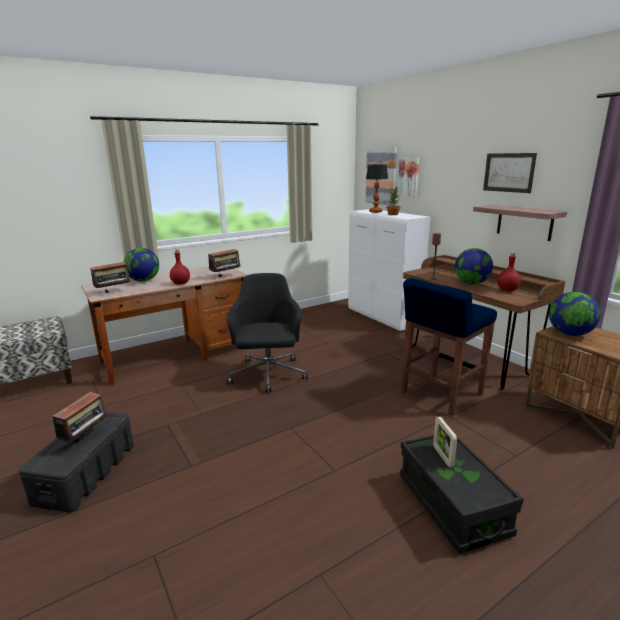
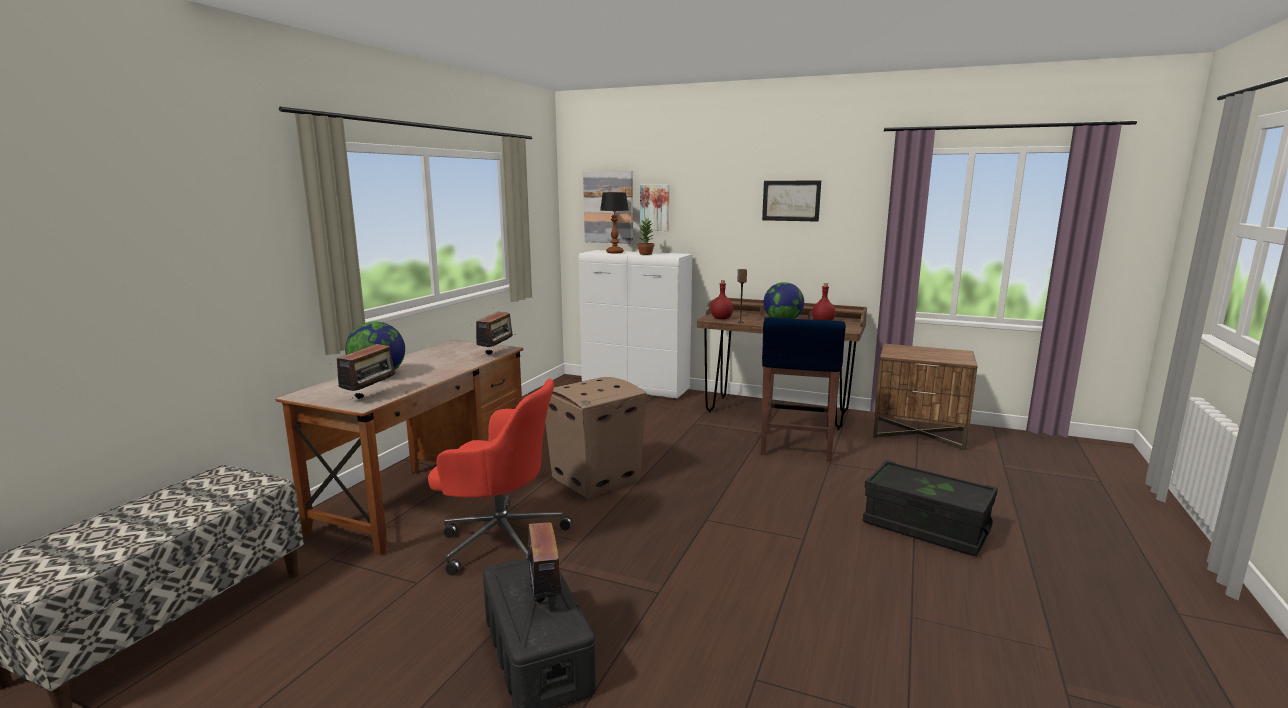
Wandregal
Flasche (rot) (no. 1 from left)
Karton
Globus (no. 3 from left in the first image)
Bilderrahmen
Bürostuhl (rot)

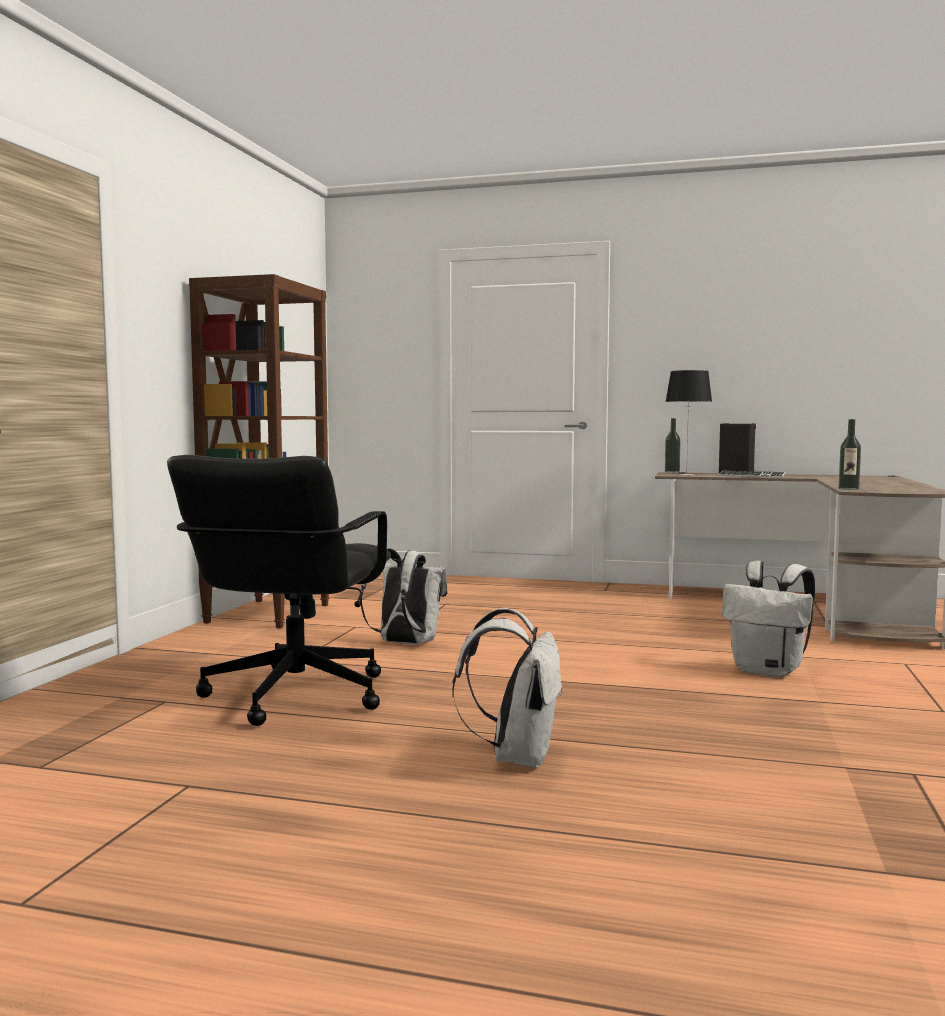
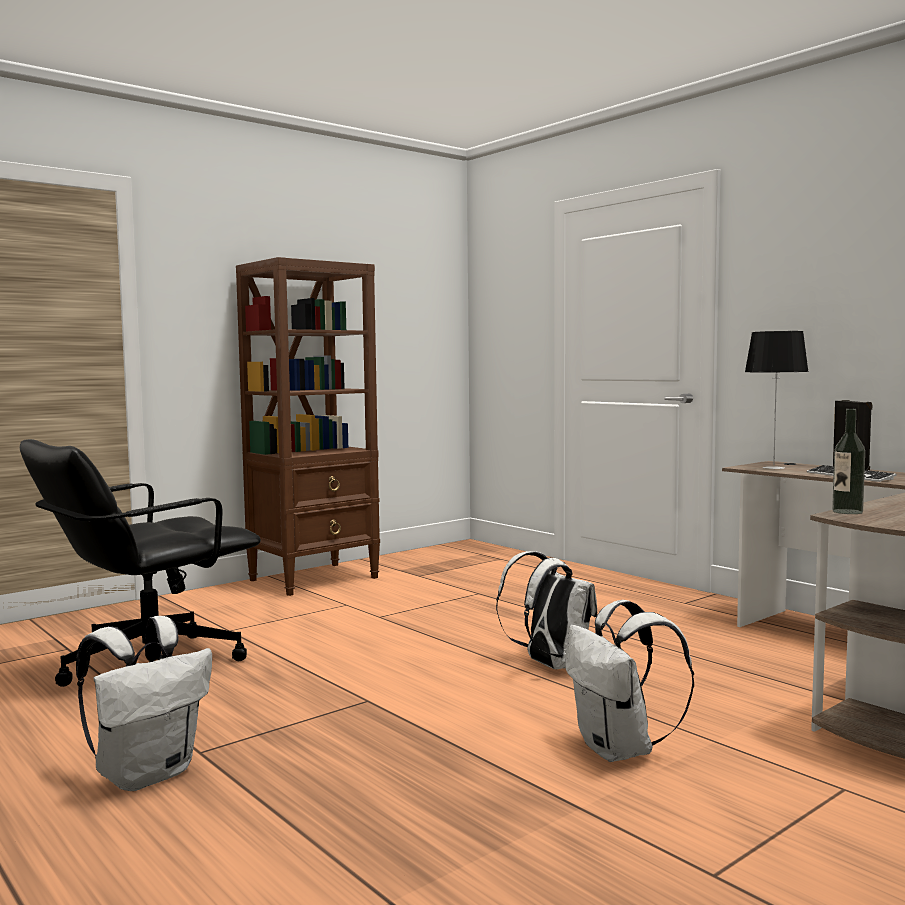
Flasche (no. 1 from left in the first image)
Rucksack (weiß) (no. 2 from left)

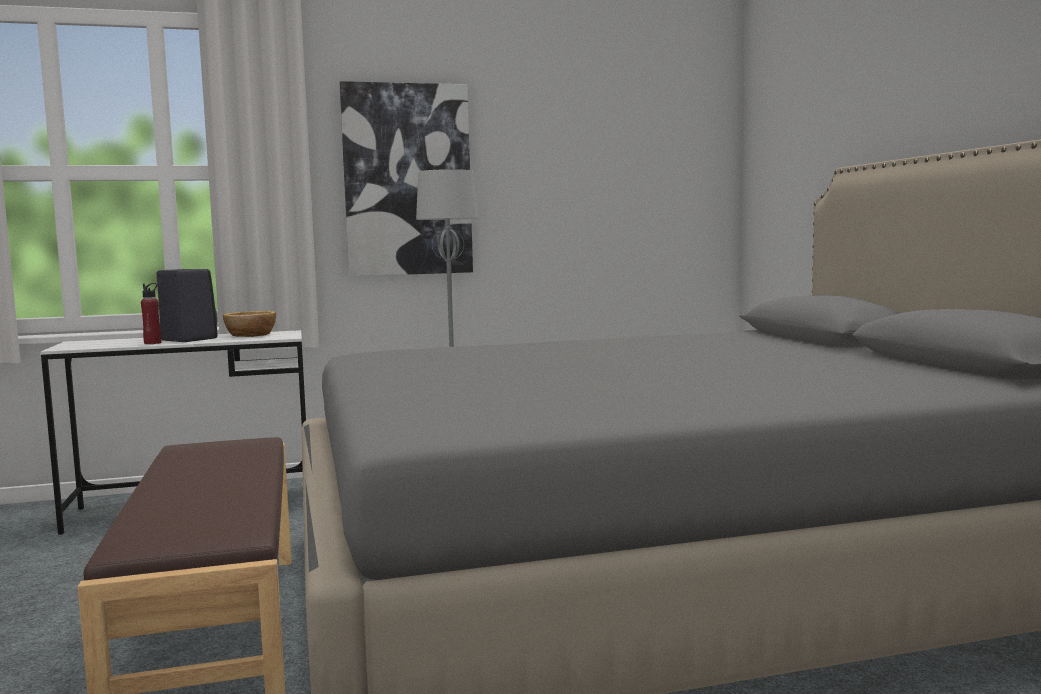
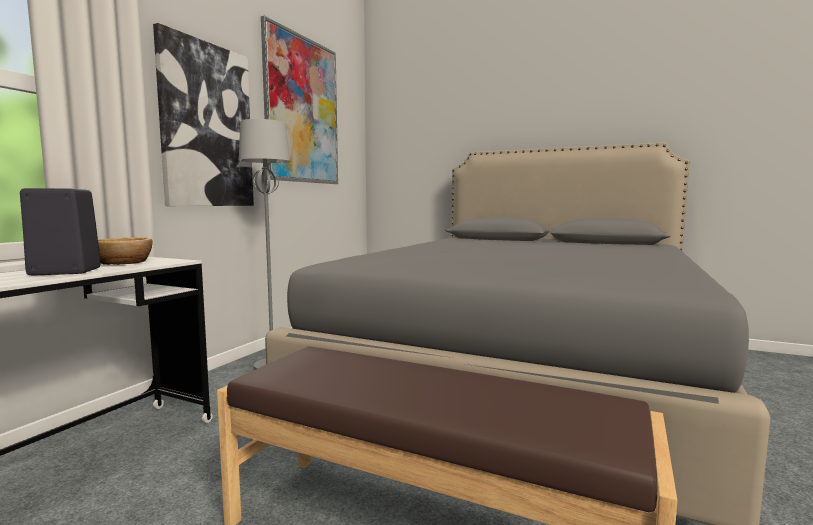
Flasche (rot)
Bild (no. 2 from left)

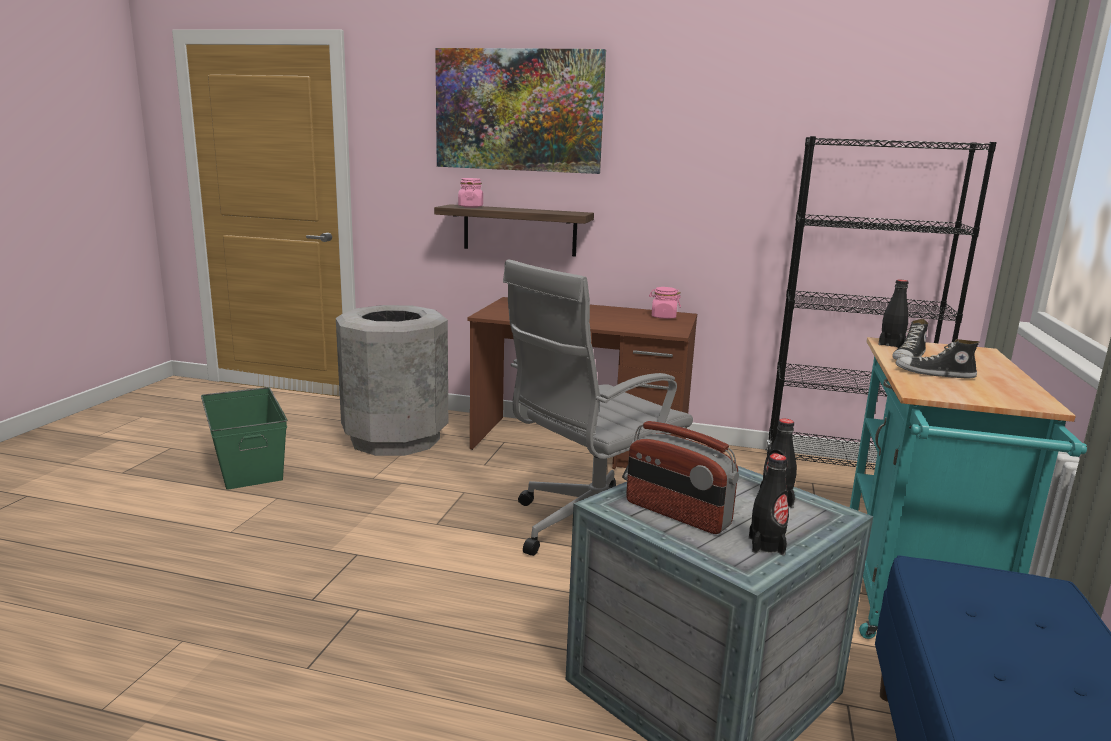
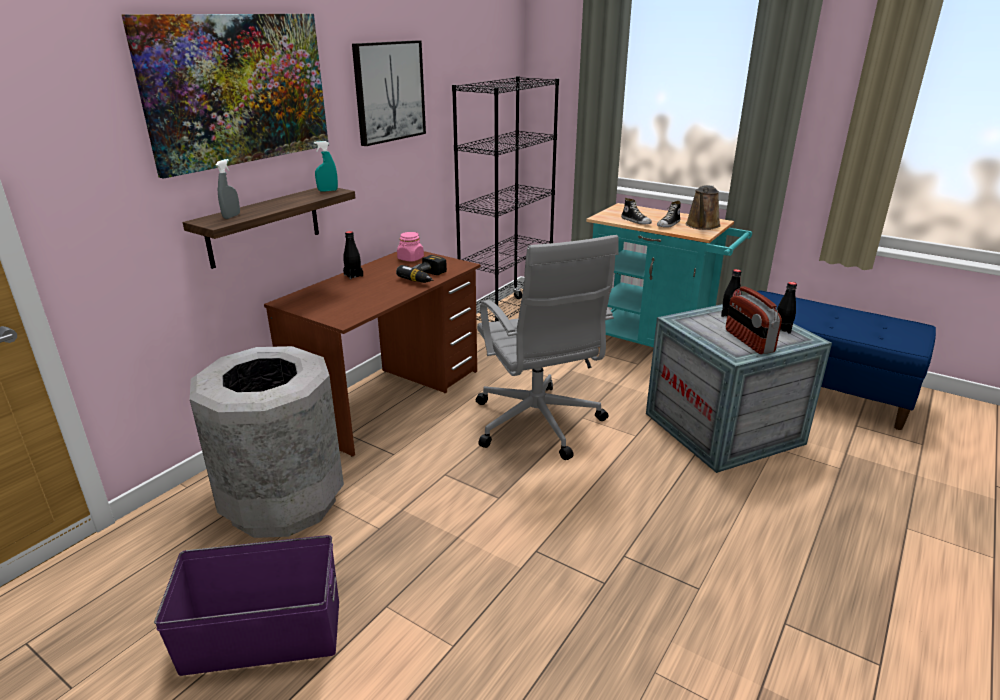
Sprühflasche (grau)
Flasche (schwarz) (no. 1 from left)
Aufbewahrungsbox (lila)
Radio
Bild (no. 2 from left)
Sprühflasche (türkis)
Gießkanne (braun)
Bohrmaschine

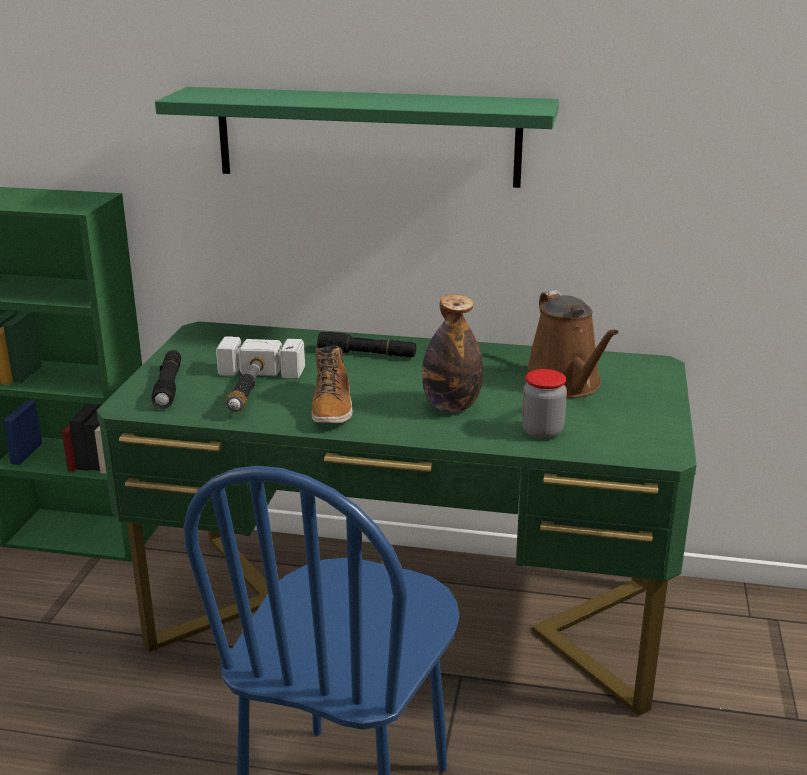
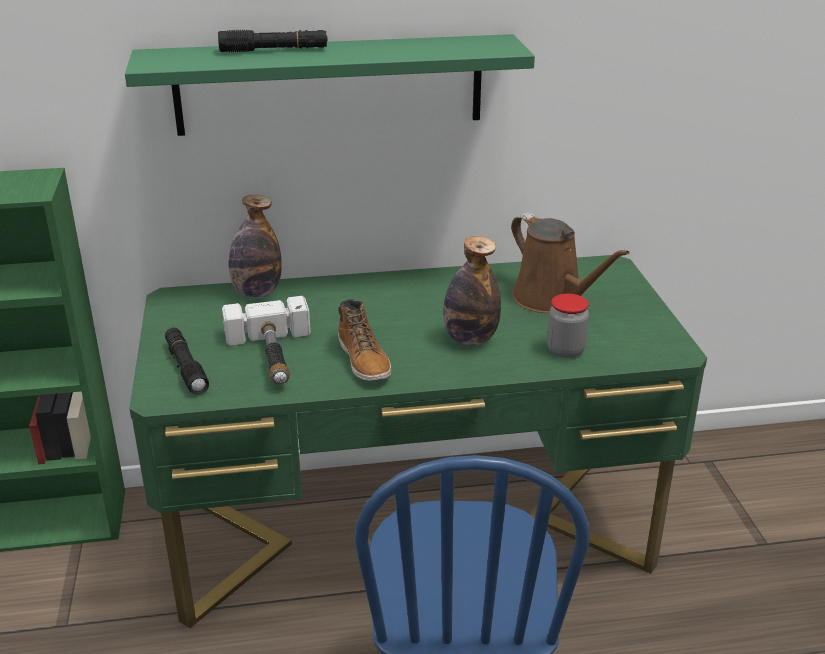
Taschenlampe (schwarz) (no. 2 from left)
Flasche (no. 1 from left)

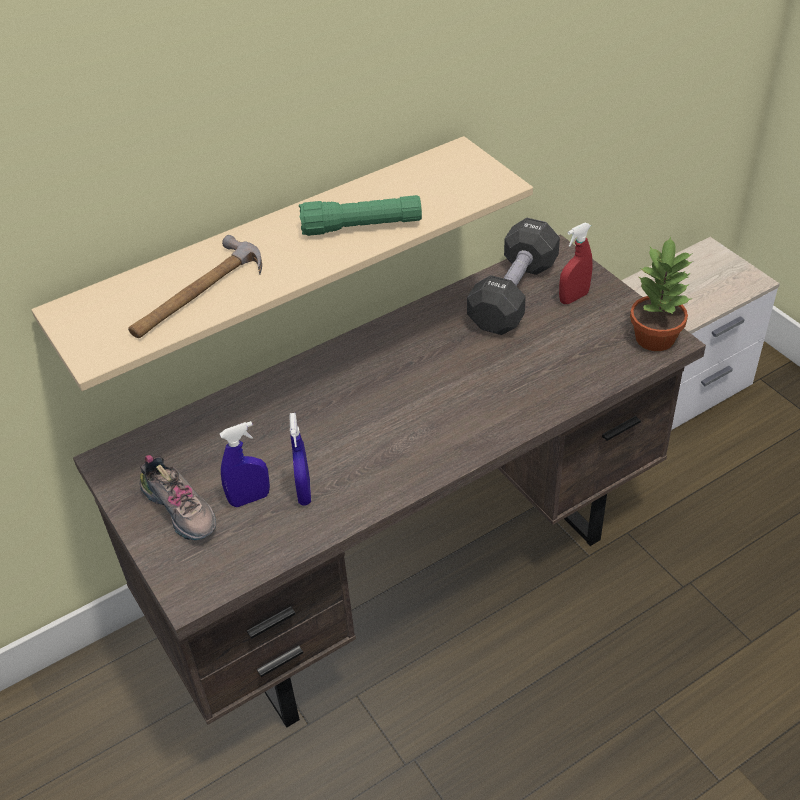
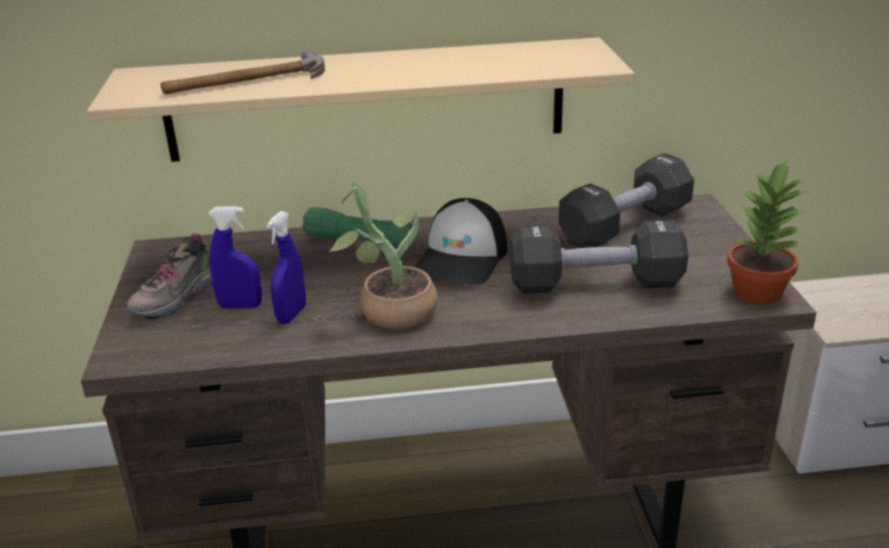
Taschenlampe (grün)
Sprühflasche (rot)
Schuh
Topfpflanze (no. 1 from left)
Kappe
Hantel (schwarz) (no. 1 from left)

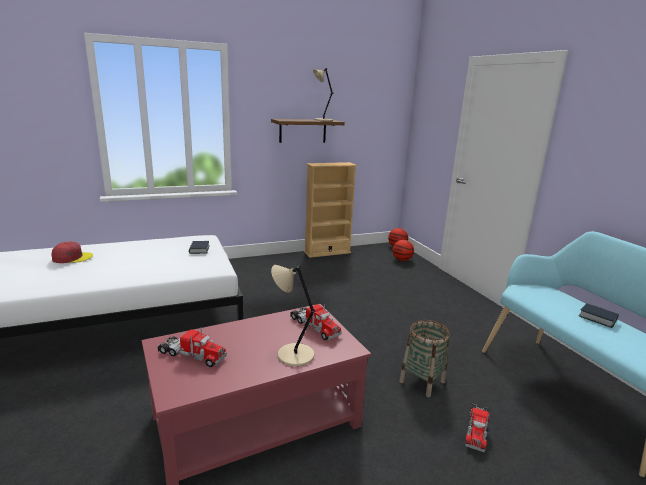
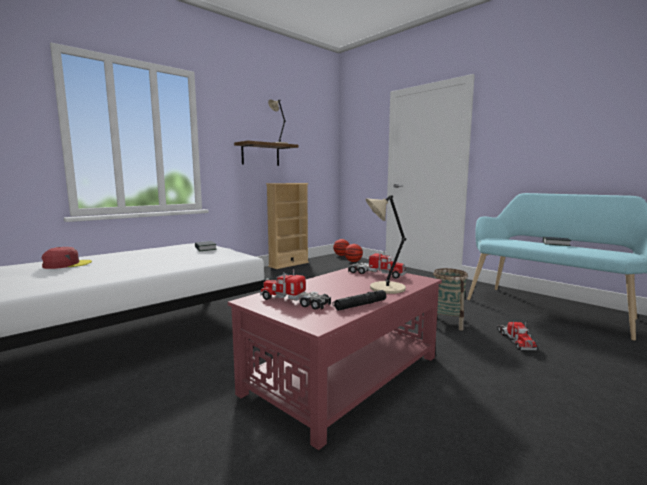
Spielzeuglaster (no. 1 from left)
Taschenlampe (schwarz)

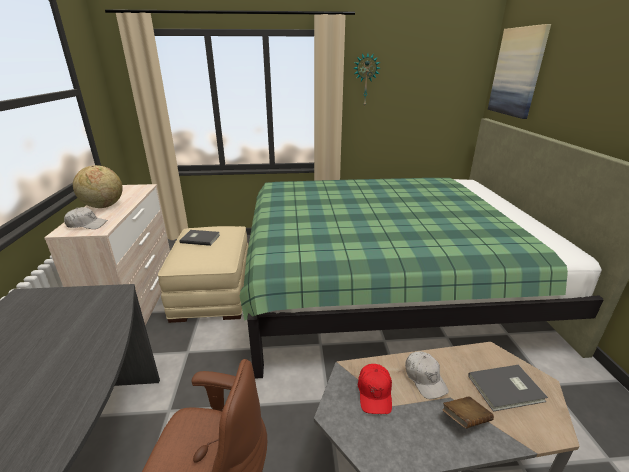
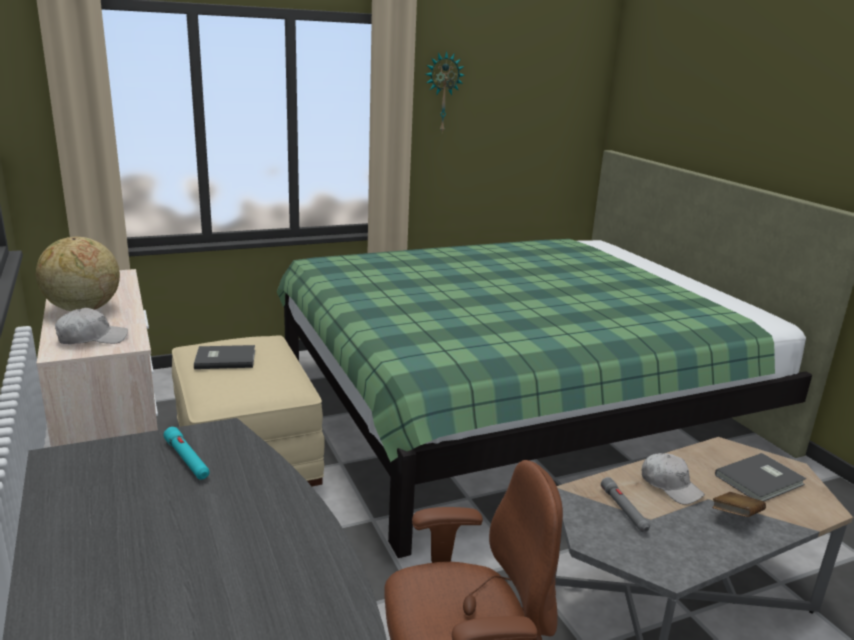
Bild
Taschenlampe (grau)
Taschenlampe (türkis)

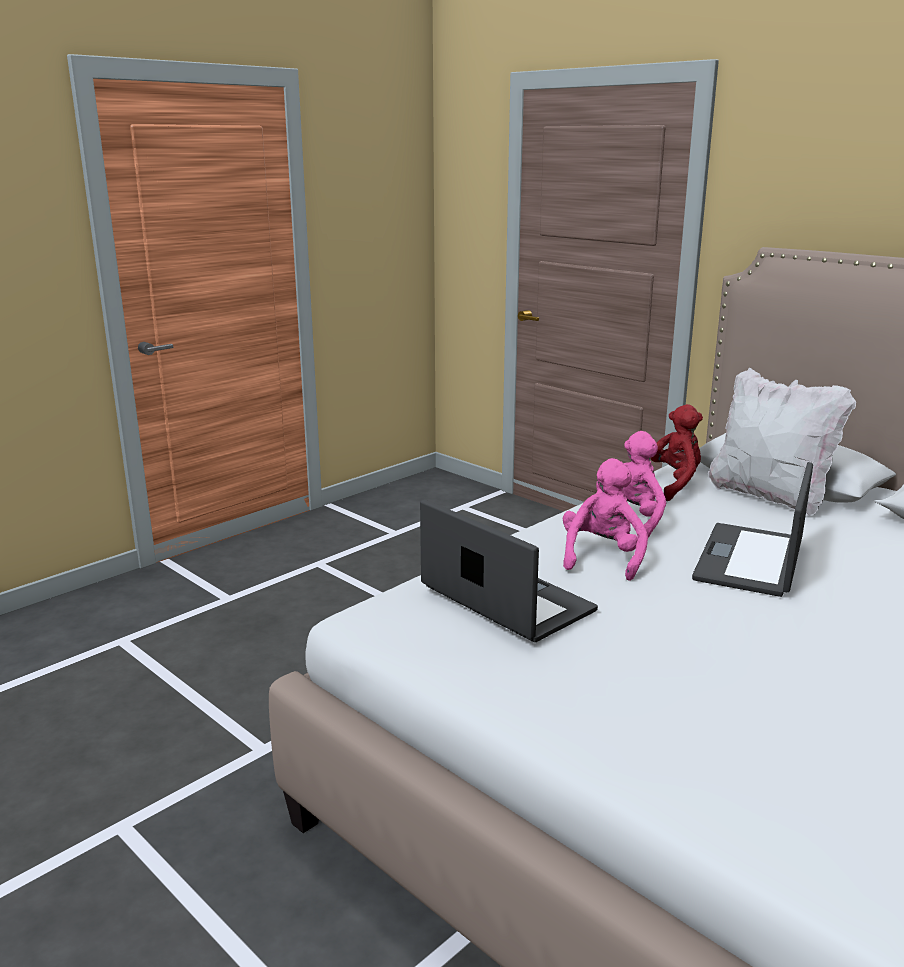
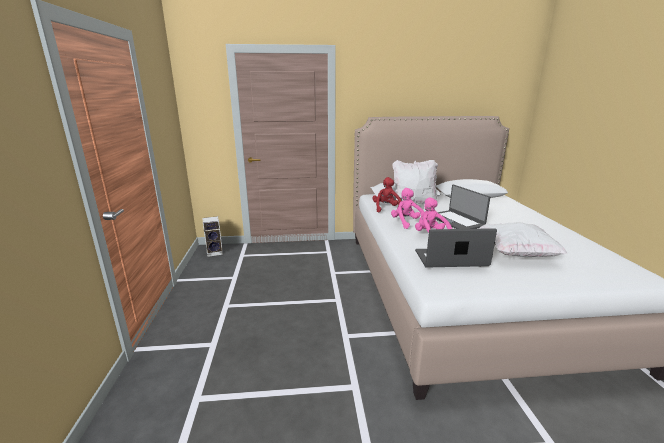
Lautsprecher
Kissen (weiß) (no. 2 from left)

